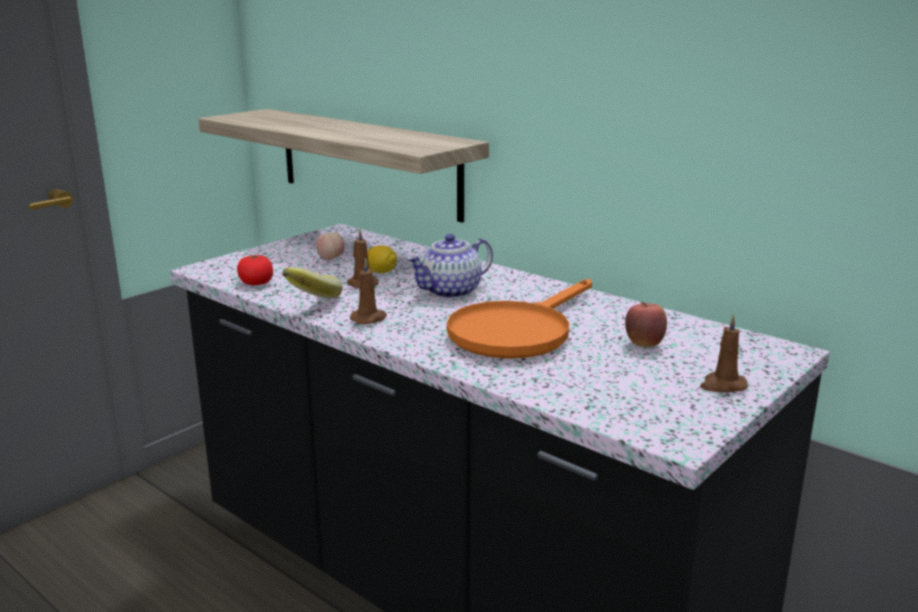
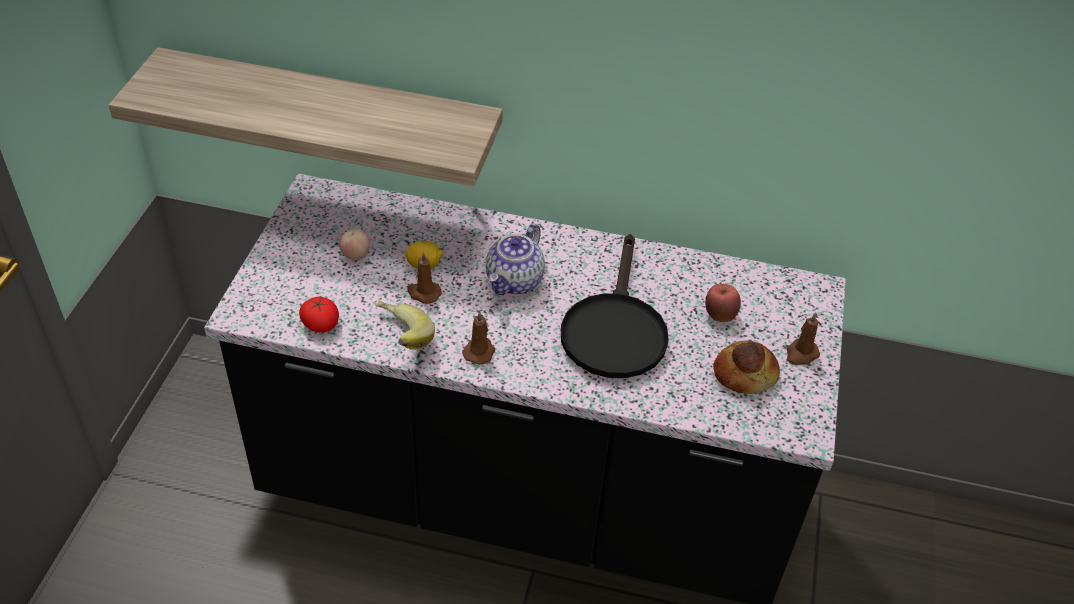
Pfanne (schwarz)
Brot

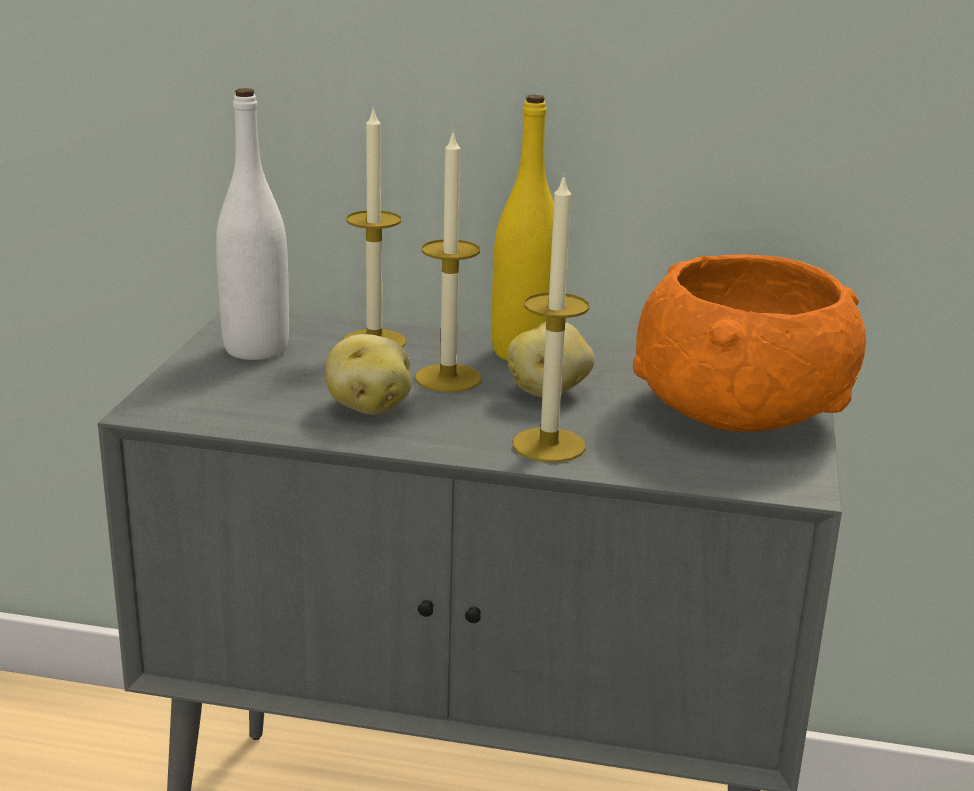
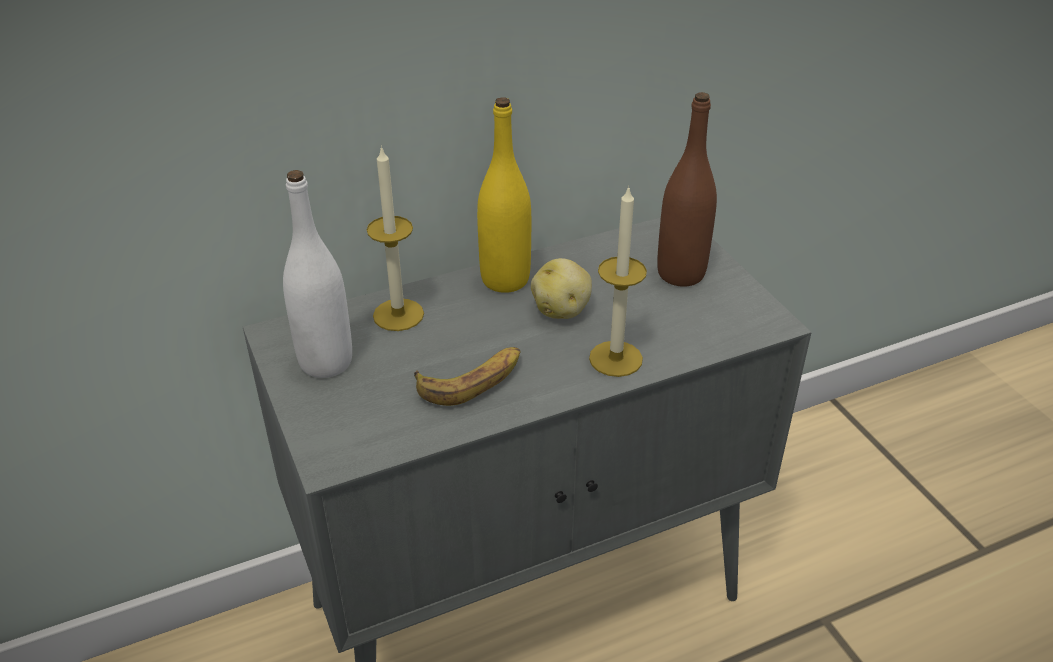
Kerze (no. 2 from left in the first image)
Flasche (braun)
Banane

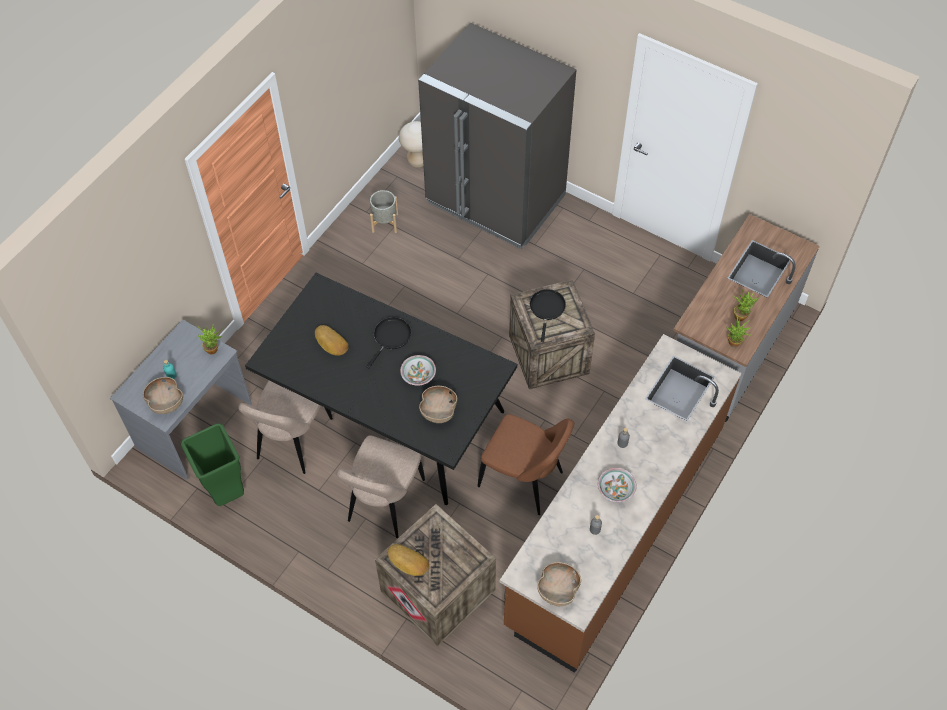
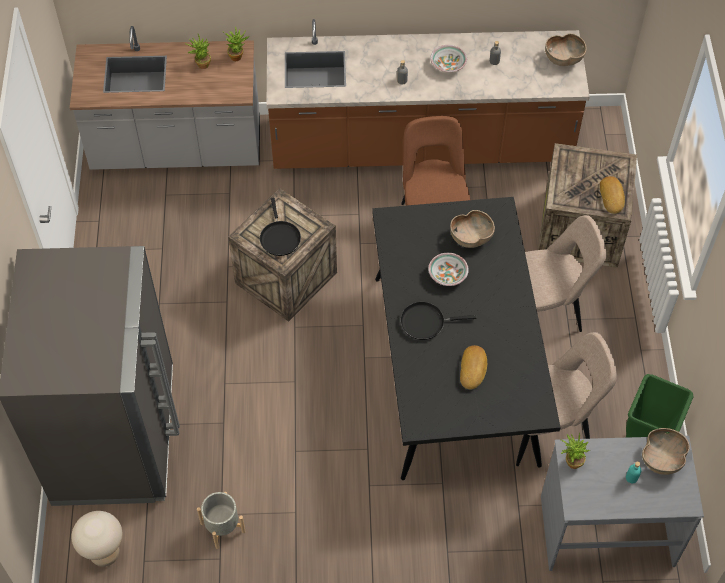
Pfanne (schwarz) (no. 1 from left)

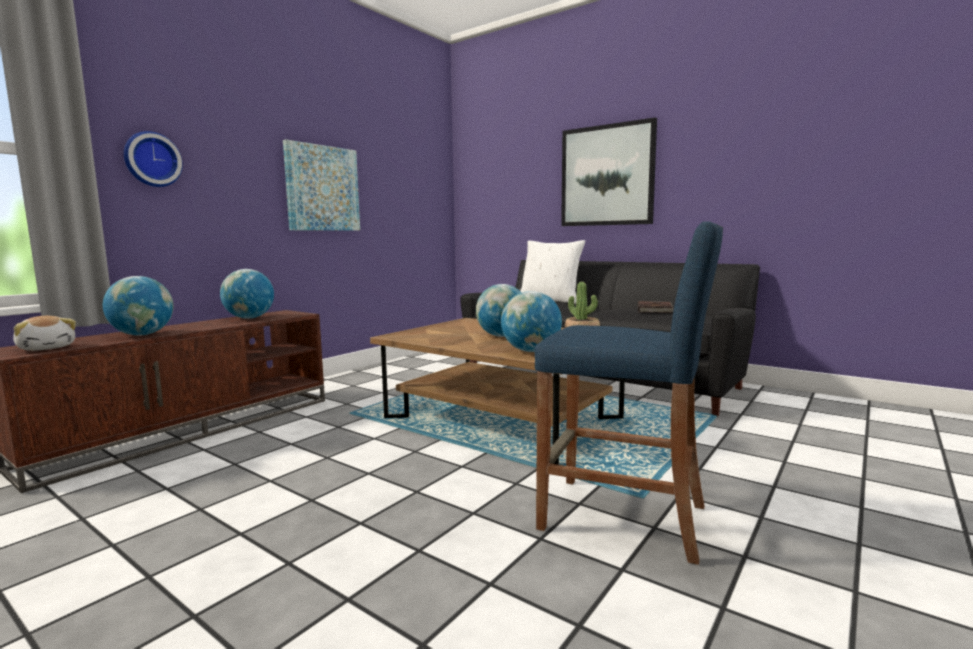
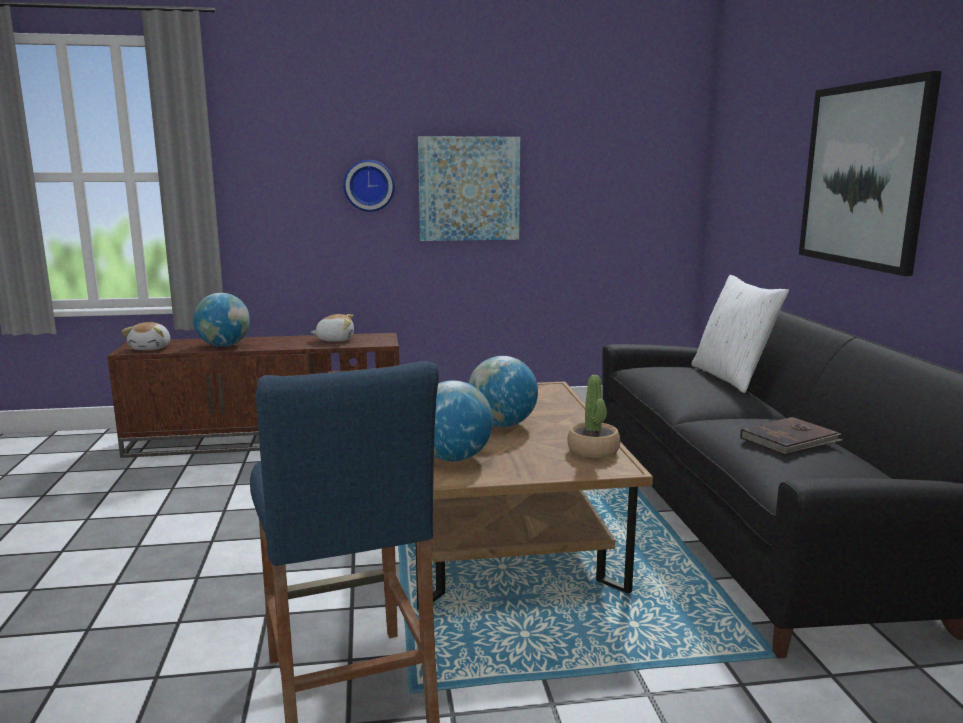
Wanduhr
Plüschtier (no. 2 from left)

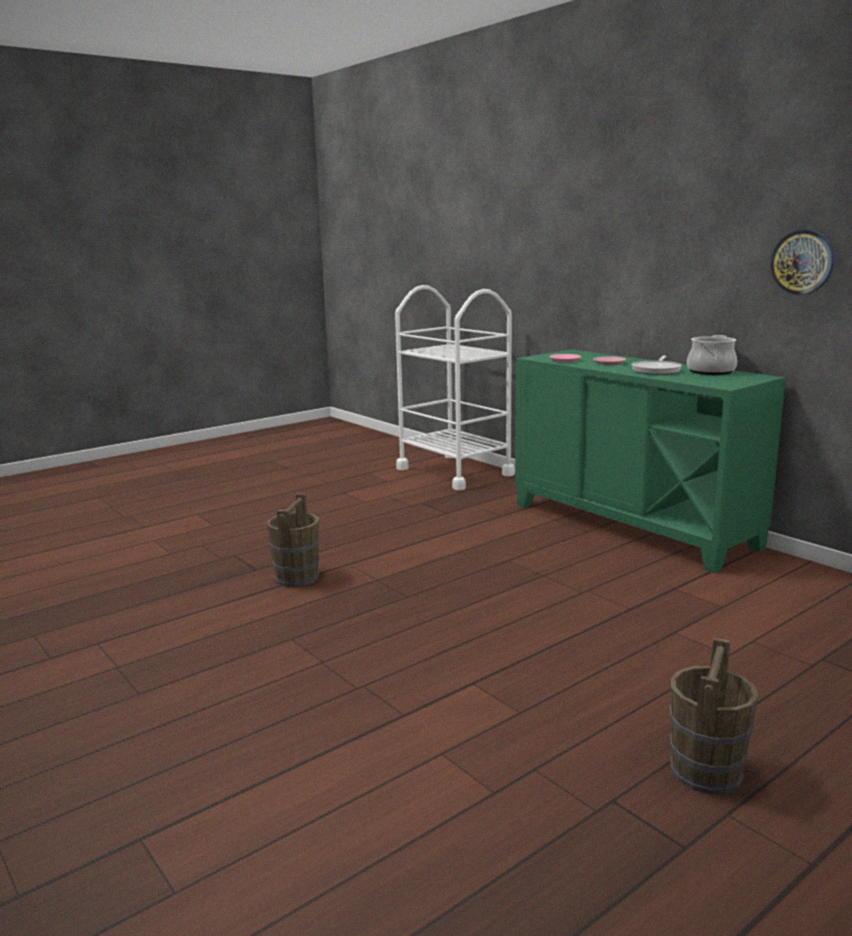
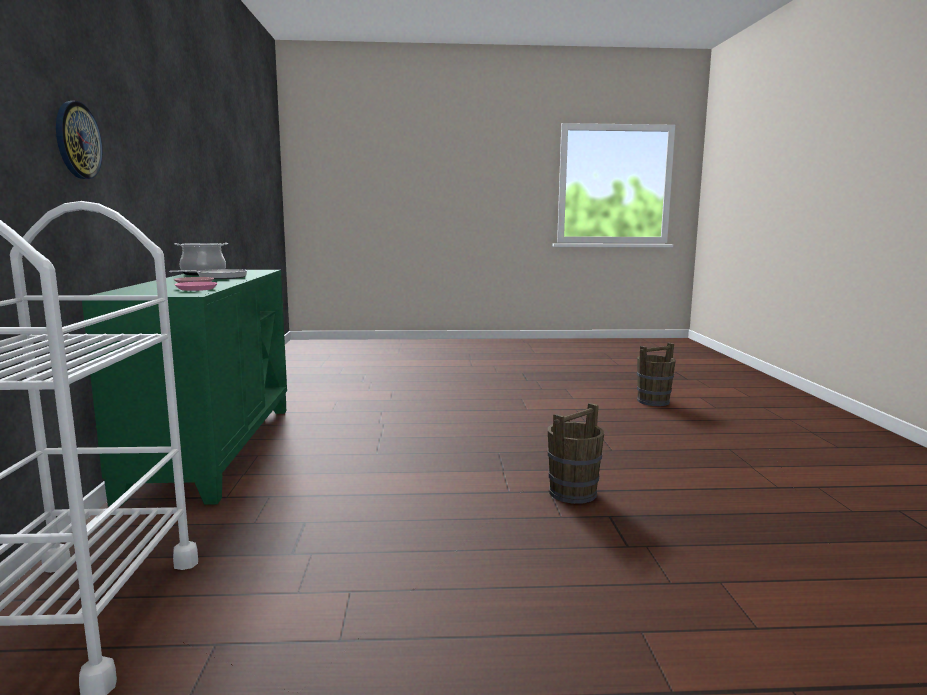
Wanduhr
Eimer (braun) (no. 2 from left)

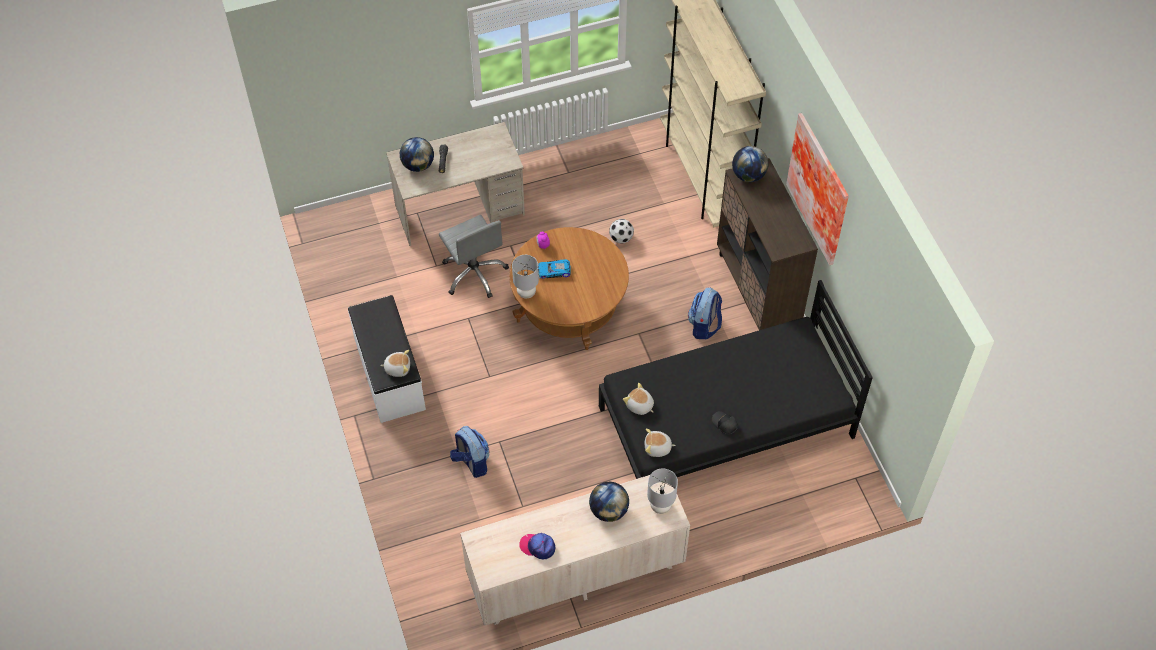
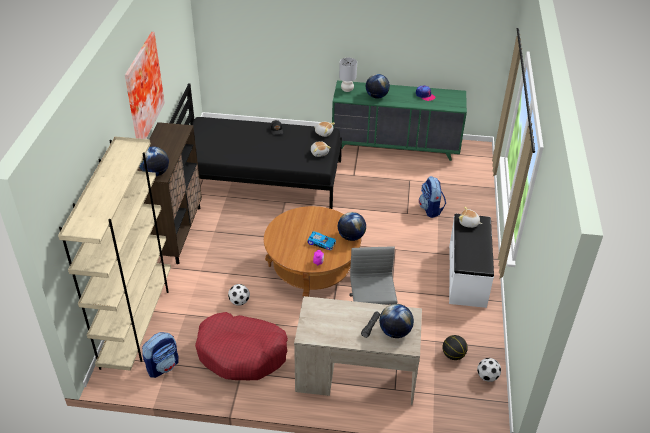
Globus (no. 2 from left)
Rucksack (no. 1 from left)
Kommode (grün)
Hundebett (rot)
Basketball
Fußball (no. 2 from left)

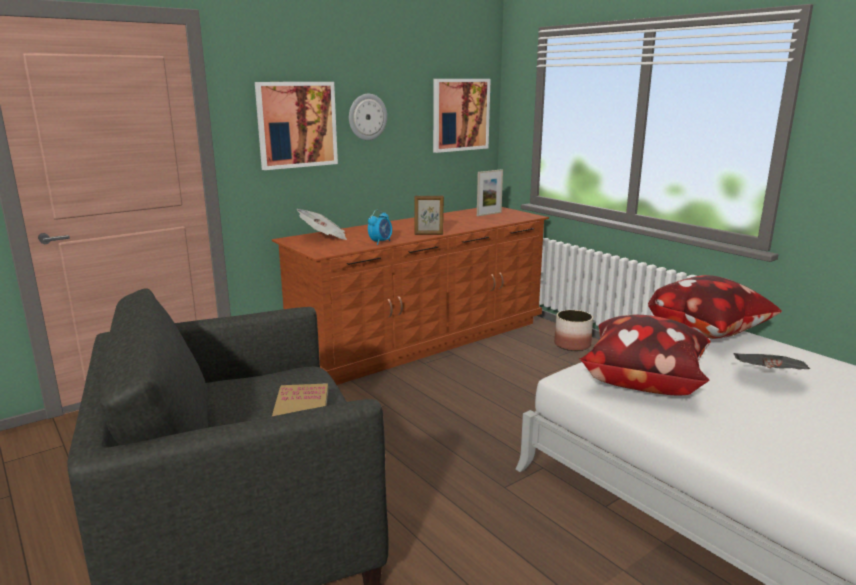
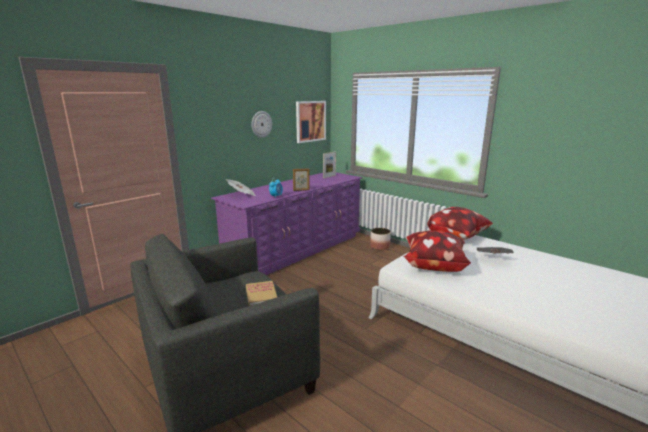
Bild (no. 1 from left in the first image)
Kommode (lila)

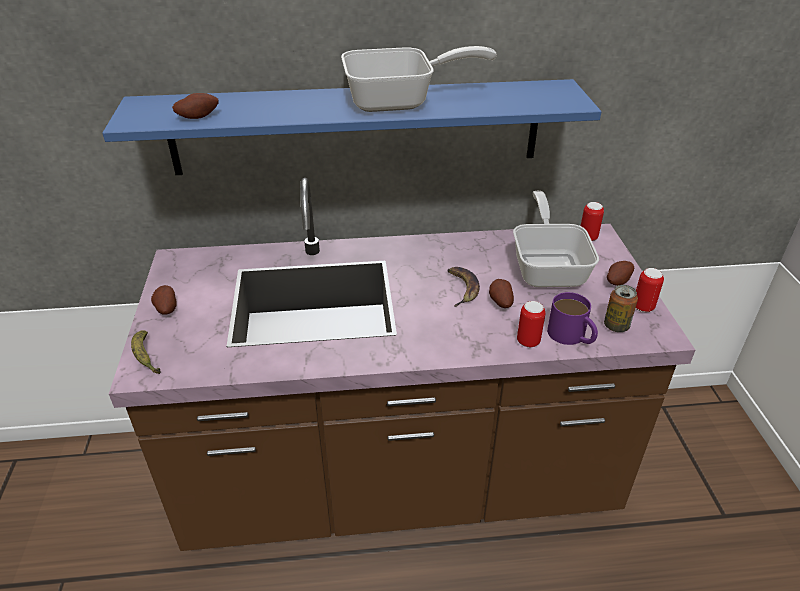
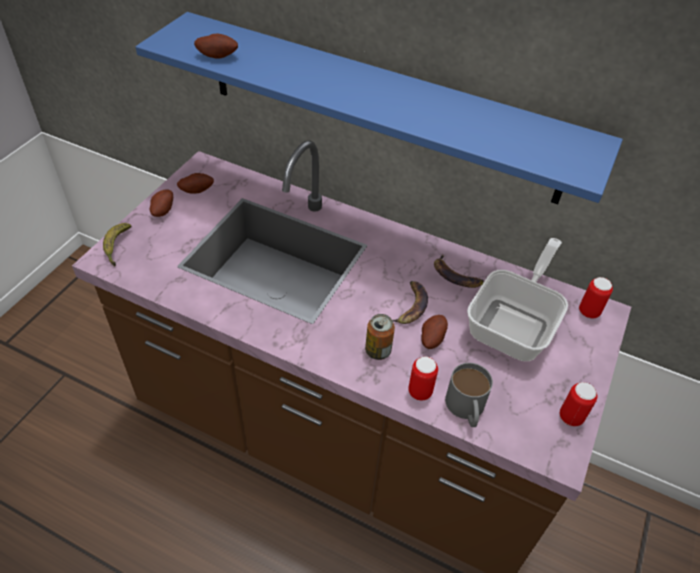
Pfanne (no. 1 from left in the first image)
Kartoffel (no. 2 from left)
Dose (no. 1 from left)
Henkelbecher (grau)
Banane (no. 3 from left)

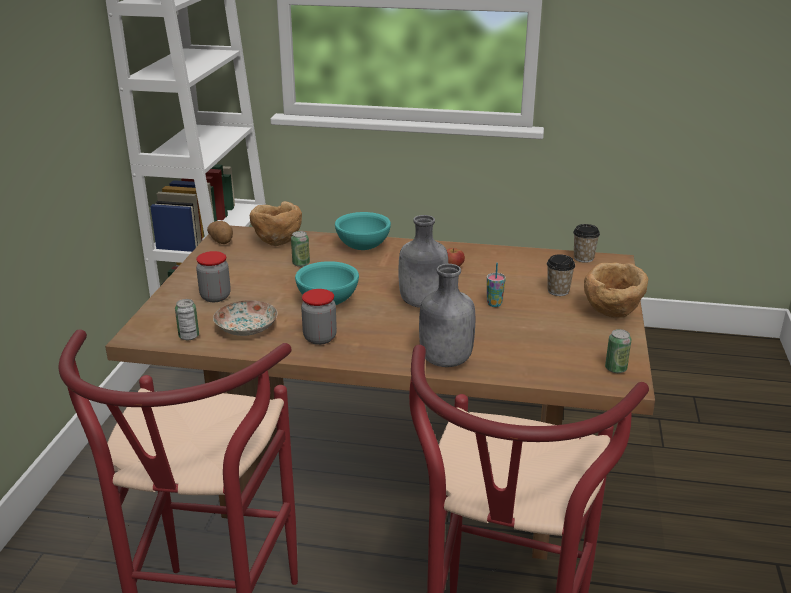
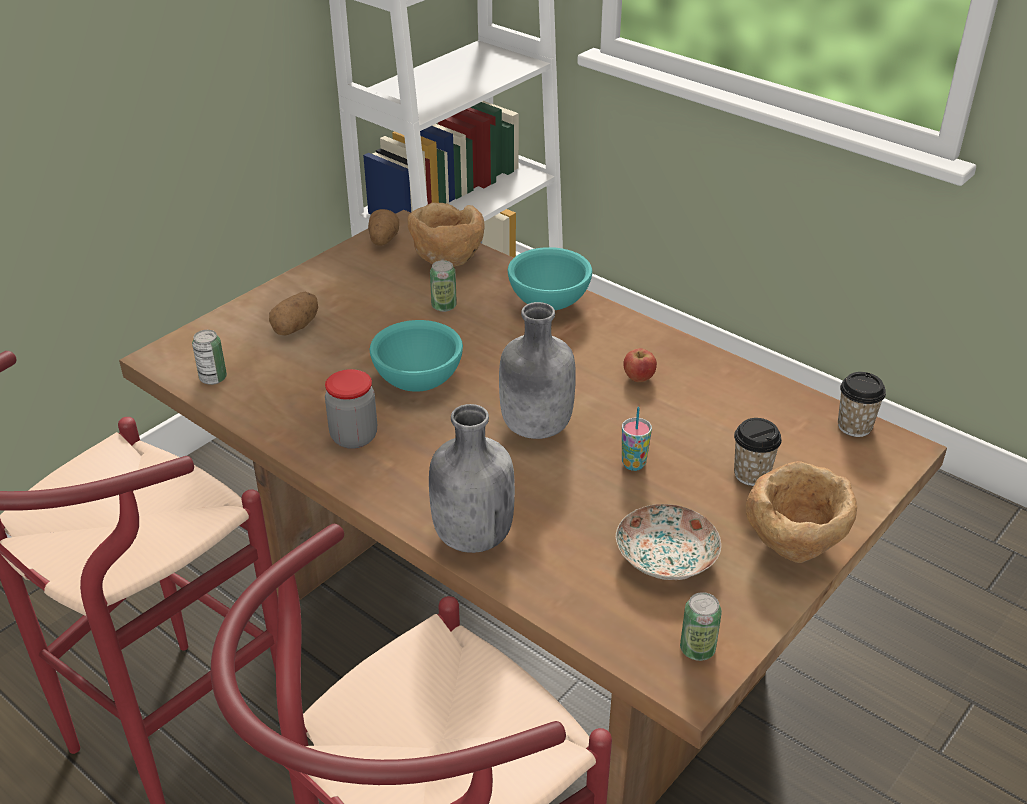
Kartoffel (no. 1 from left)
Teller

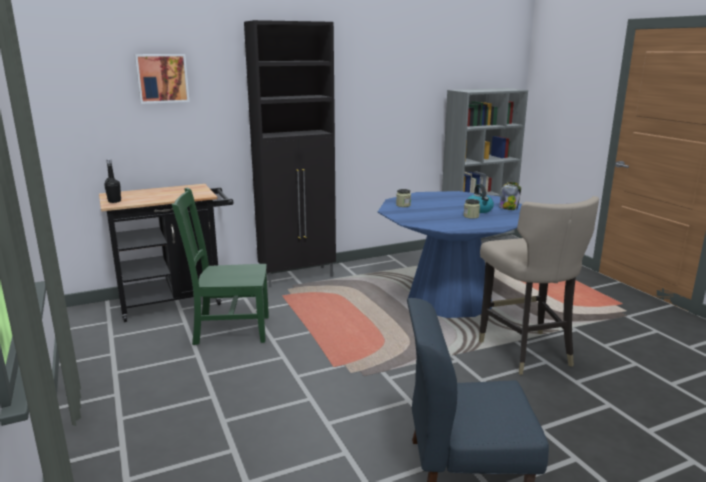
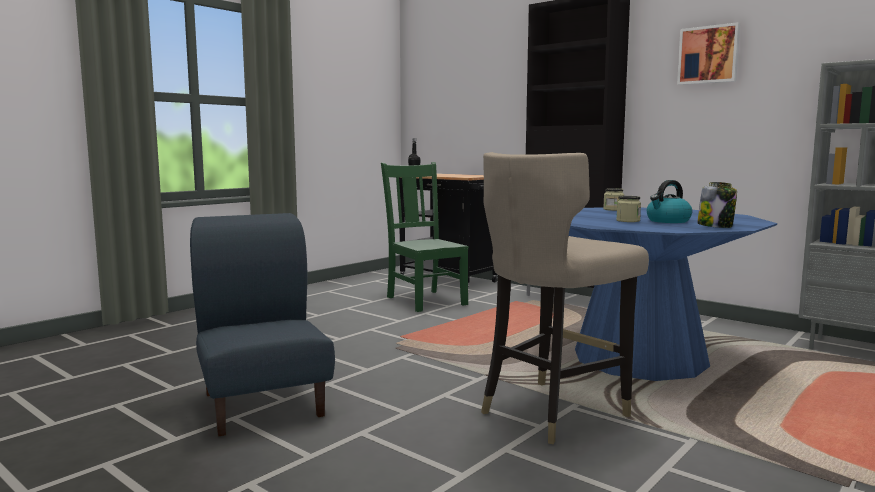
Bild

